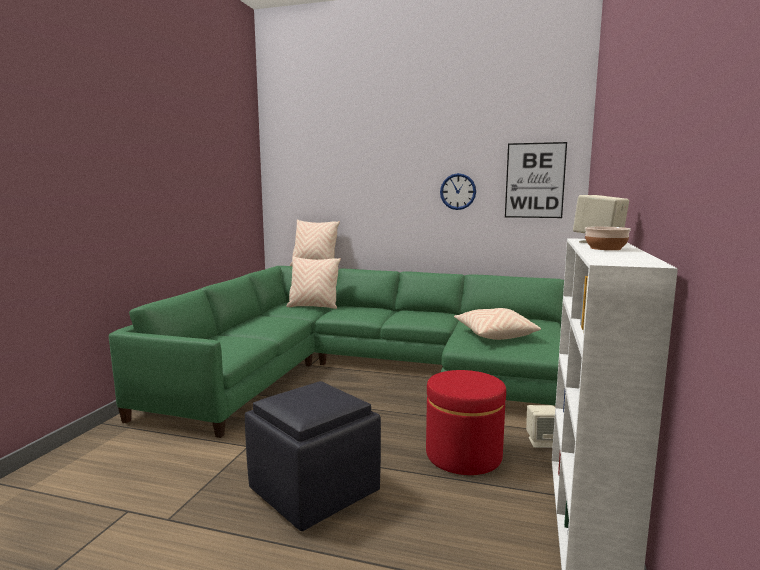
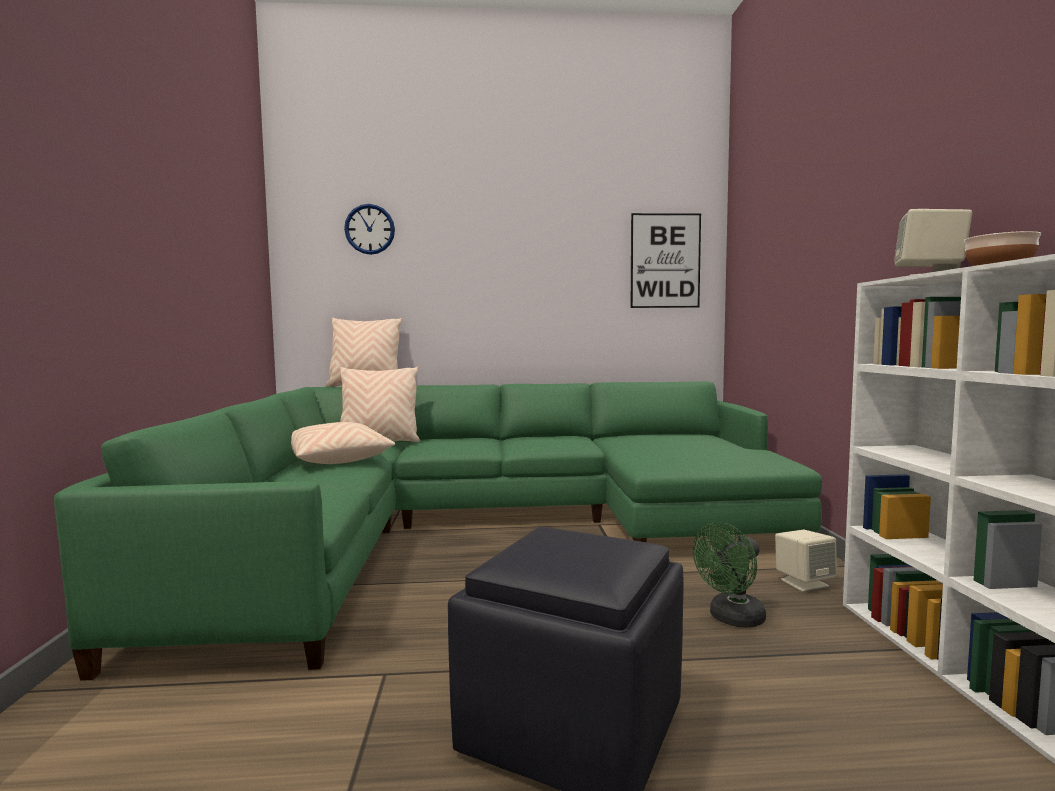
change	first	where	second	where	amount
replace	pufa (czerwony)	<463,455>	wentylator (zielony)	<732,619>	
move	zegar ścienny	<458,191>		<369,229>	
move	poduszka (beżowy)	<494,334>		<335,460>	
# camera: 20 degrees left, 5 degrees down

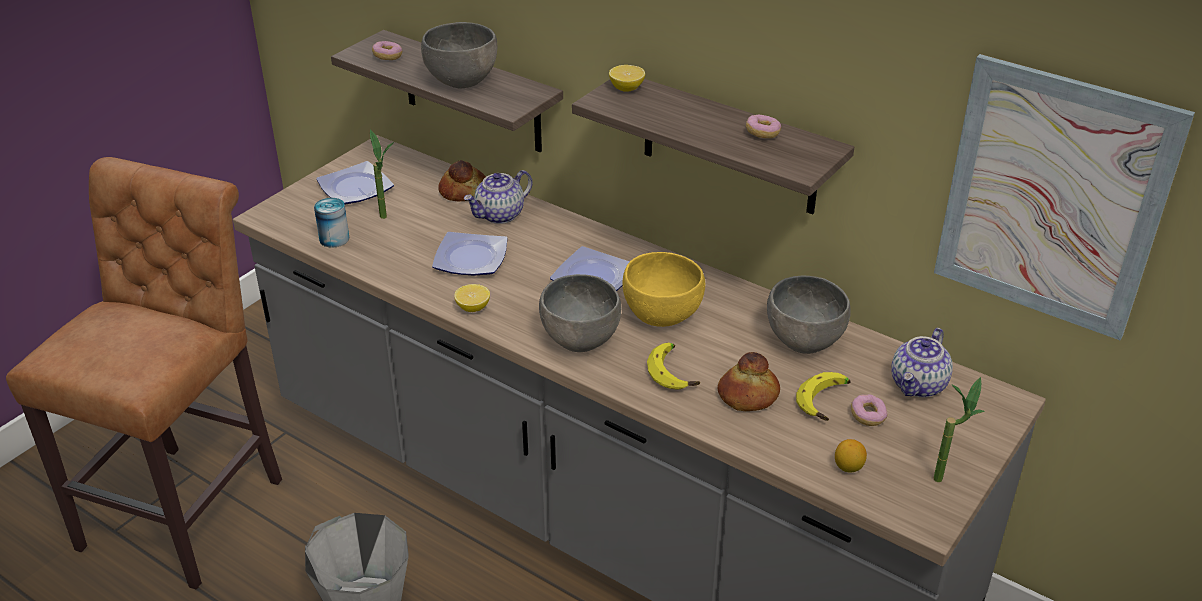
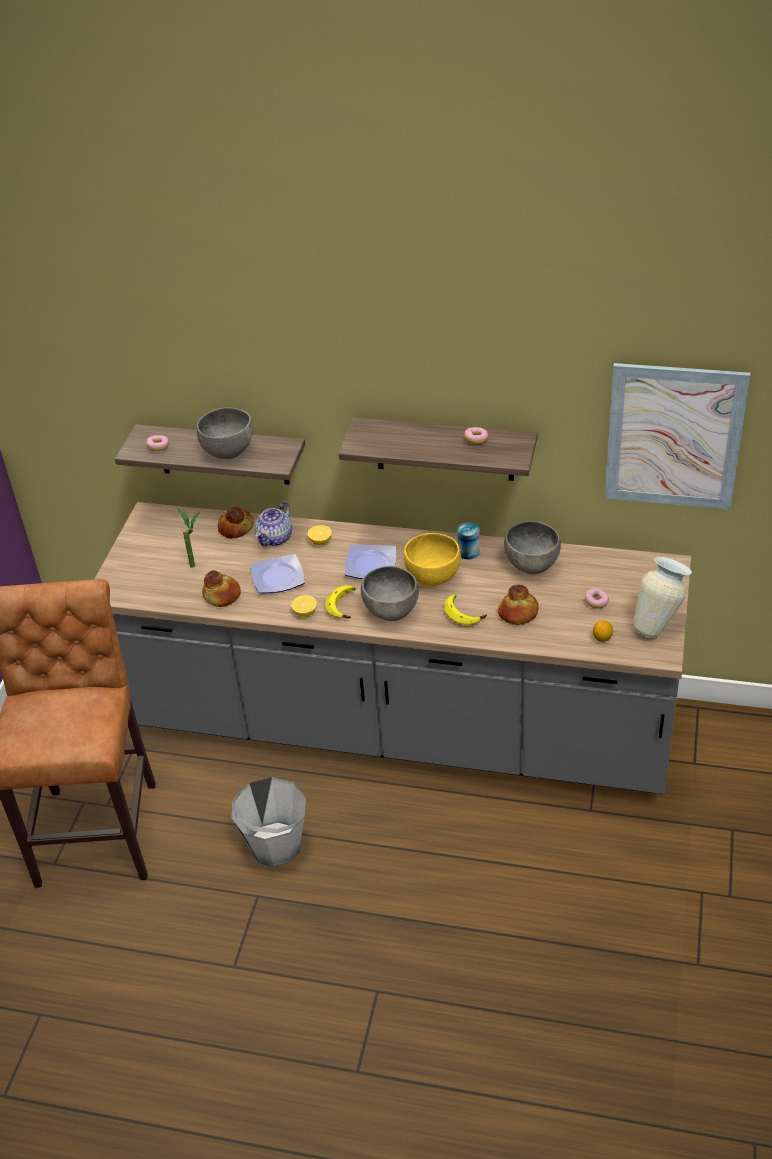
change	first	where	second	where	amount
move	puszka	<334,239>		<468,552>	
delete	talerz	<354,188>			
move	cytryna	<626,88>		<320,541>	
move	banan	<826,402>		<345,606>	
delete	imbryk	<919,385>			
replace	roślina doniczkowa	<946,476>	wazon	<659,624>	
insert			chleb	<222,595>	
# camera: 20 degrees left, 5 degrees up

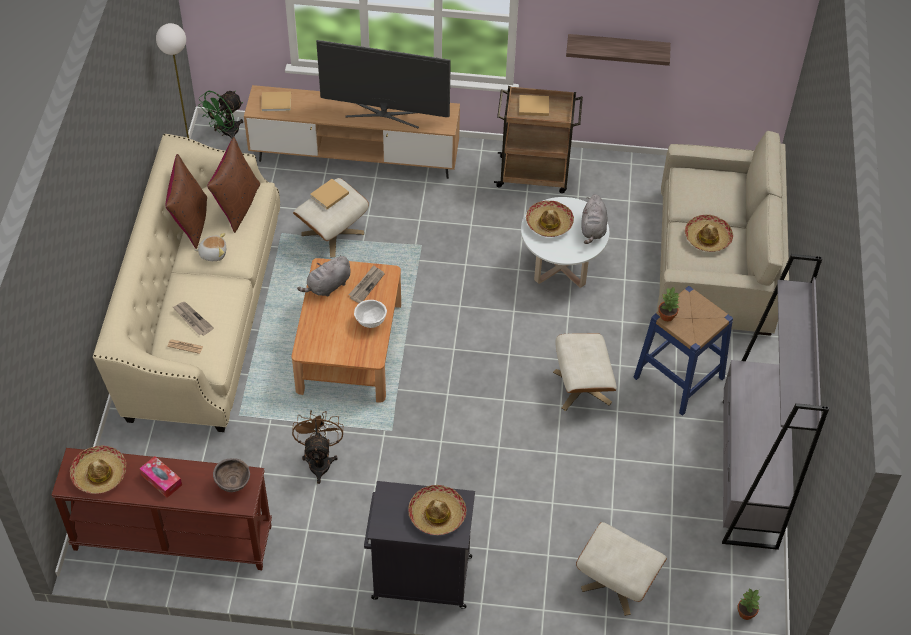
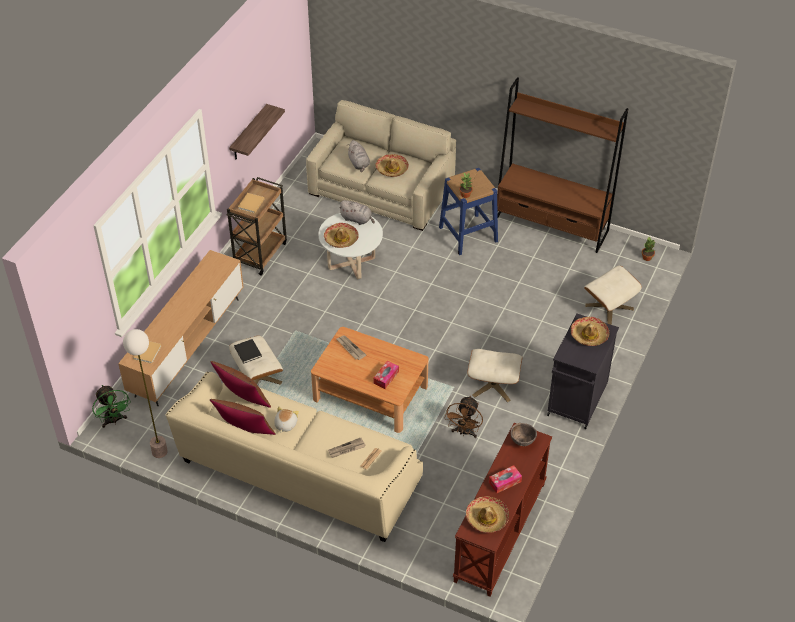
change	first	where	second	where	amount
rotate	wentylator (brązowy)	<319,461>		<464,432>	90 degrees counterclockwise
move	pluszak (szary)	<328,286>		<359,164>	
recolor	książka (beżowy)	<328,195>	książka (czarny)	<248,352>	
delete	telewizor	<384,114>			
delete	miska (biały)	<370,322>			
move	pufa (beżowy)	<581,387>		<493,385>	
recolor	regał (szary)	<749,473>	regał (brązowy)	<551,226>	
insert			pudełko chusteczek	<386,377>	
# camera: 70 degrees left, 5 degrees down

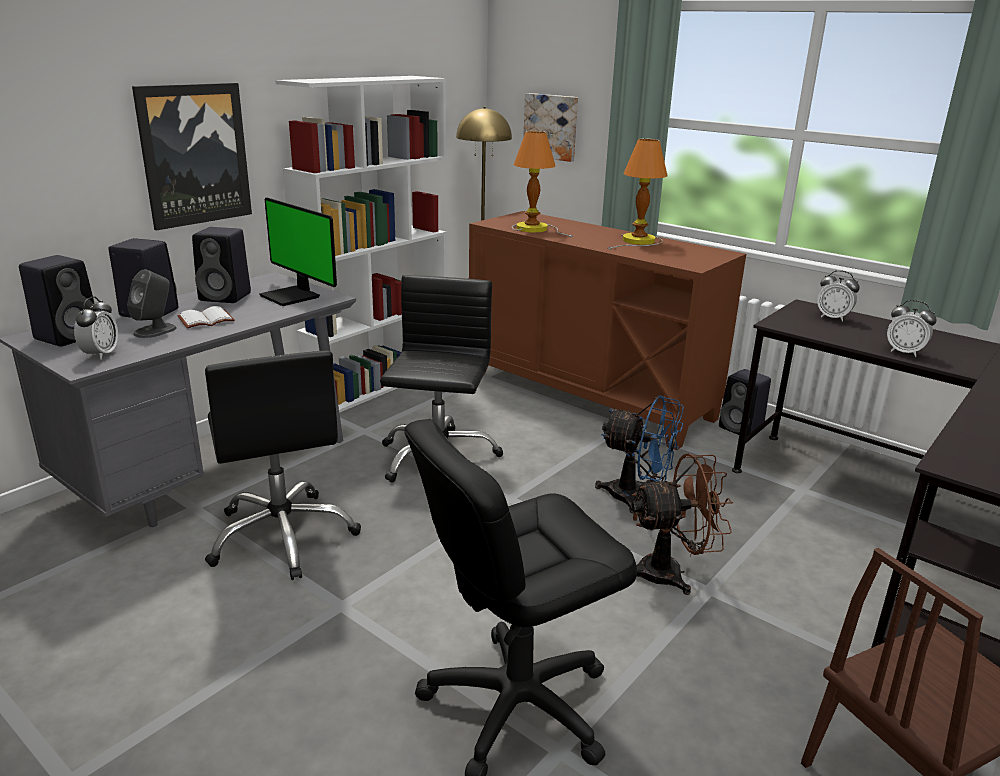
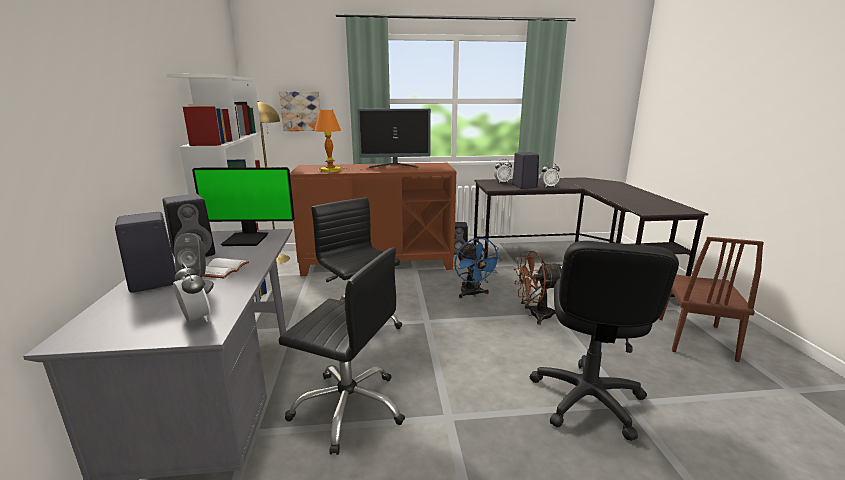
change	first	where	second	where	amount
move	głośnik (czarny)	<69,336>		<523,186>	
delete	obraz	<194,155>			
rotate	wentylator (niebieski)	<636,497>		<472,294>	90 degrees clockwise
replace	lampa stołowa	<638,241>	monitor	<395,166>	
rotate	wentylator (brązowy)	<671,573>		<535,315>	135 degrees counterclockwise
# camera: 45 degrees left, 5 degrees down

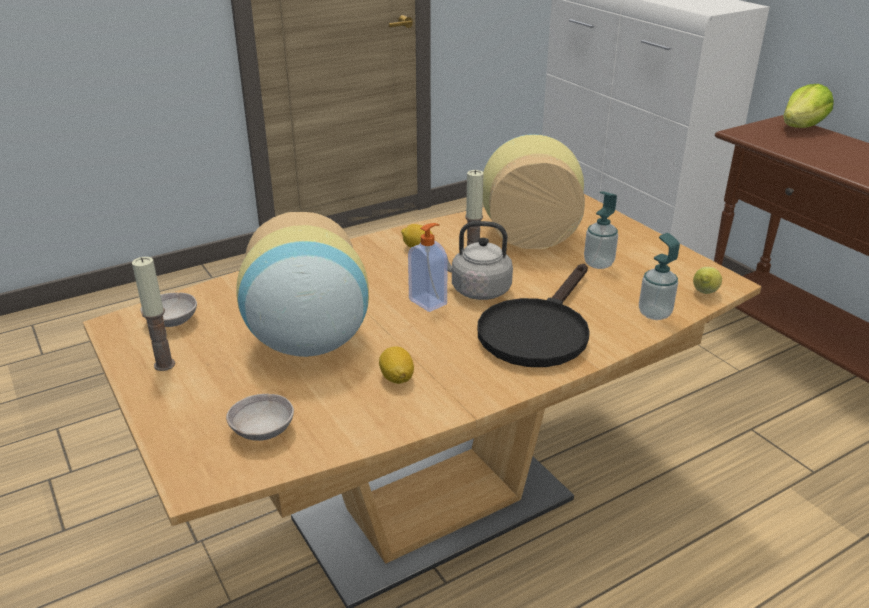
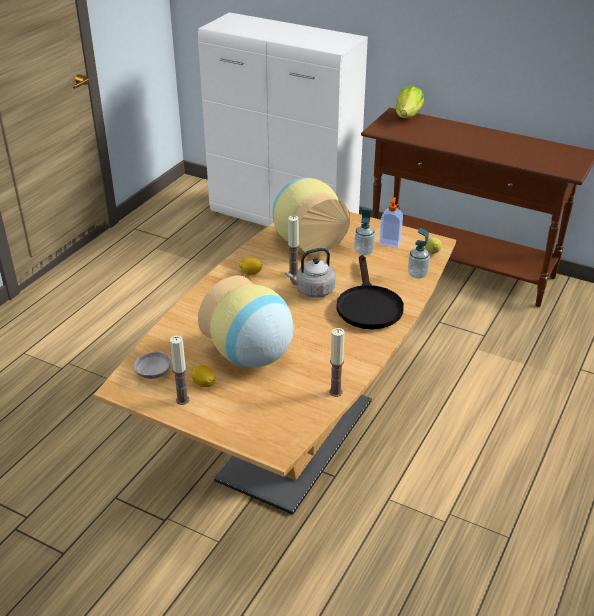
change	first	where	second	where	amount
delete	miska (szary)	<262,431>			
move	cytryna	<397,378>		<204,384>	
move	dozownik mydła	<428,302>		<390,242>	
insert			świeca	<335,392>	
# camera: 30 degrees left, 5 degrees up

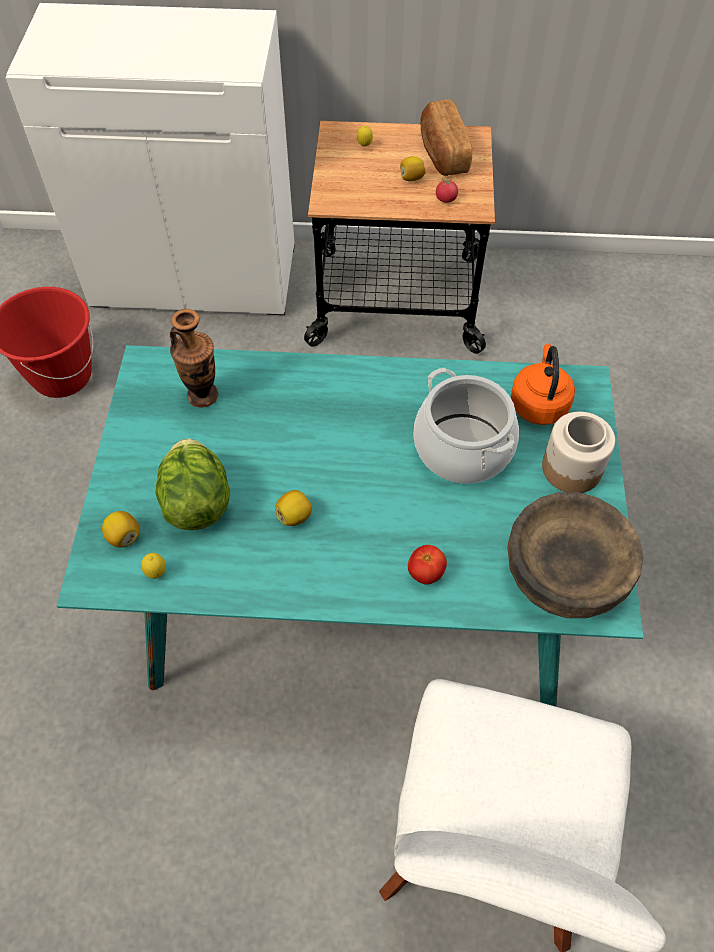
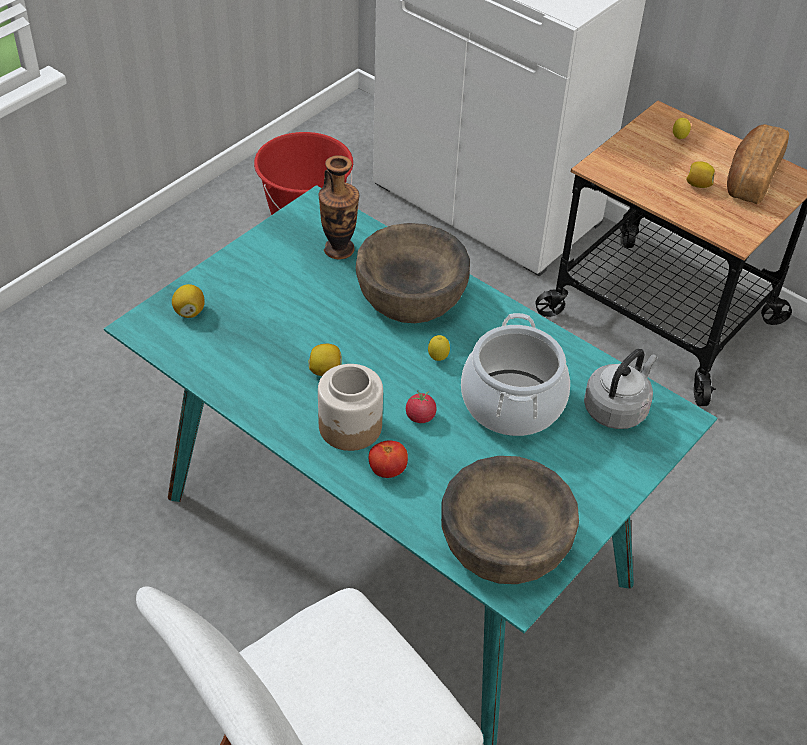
change	first	where	second	where	amount
move	cytryna	<157,573>		<438,359>	
delete	sałata	<197,502>			
move	pomidor	<446,199>		<420,416>	
recolor	czajnik (pomarańczowy)	<538,403>	czajnik (szary)	<617,408>	
move	słoik	<572,469>		<350,427>	
insert			miska (brązowy)	<411,295>	
# camera: 35 degrees right, 10 degrees down

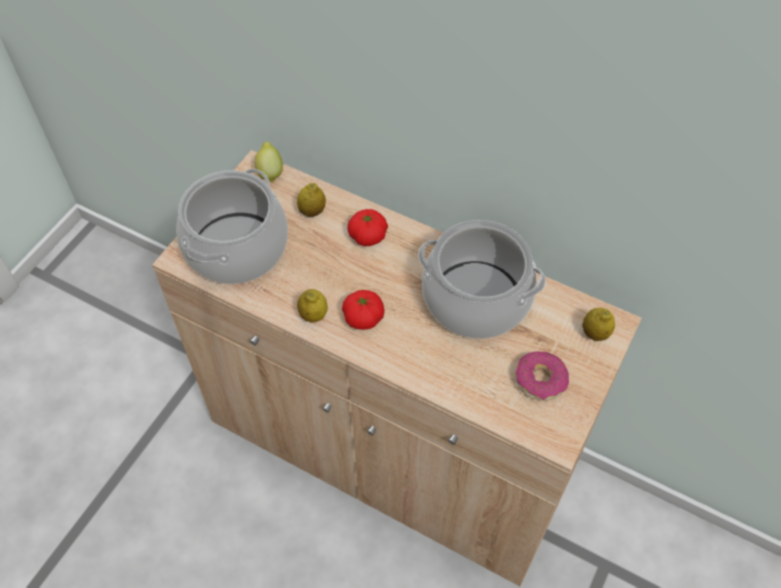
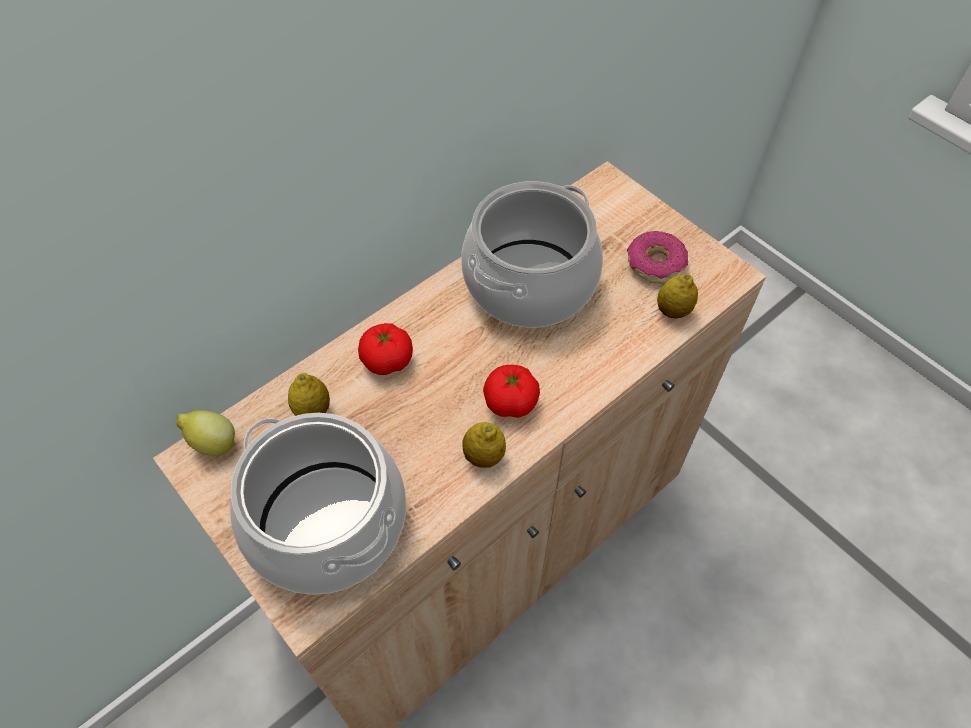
change	first	where	second	where	amount
move	cytryna	<595,333>		<673,311>	
# camera: 70 degrees left, 0 degrees up

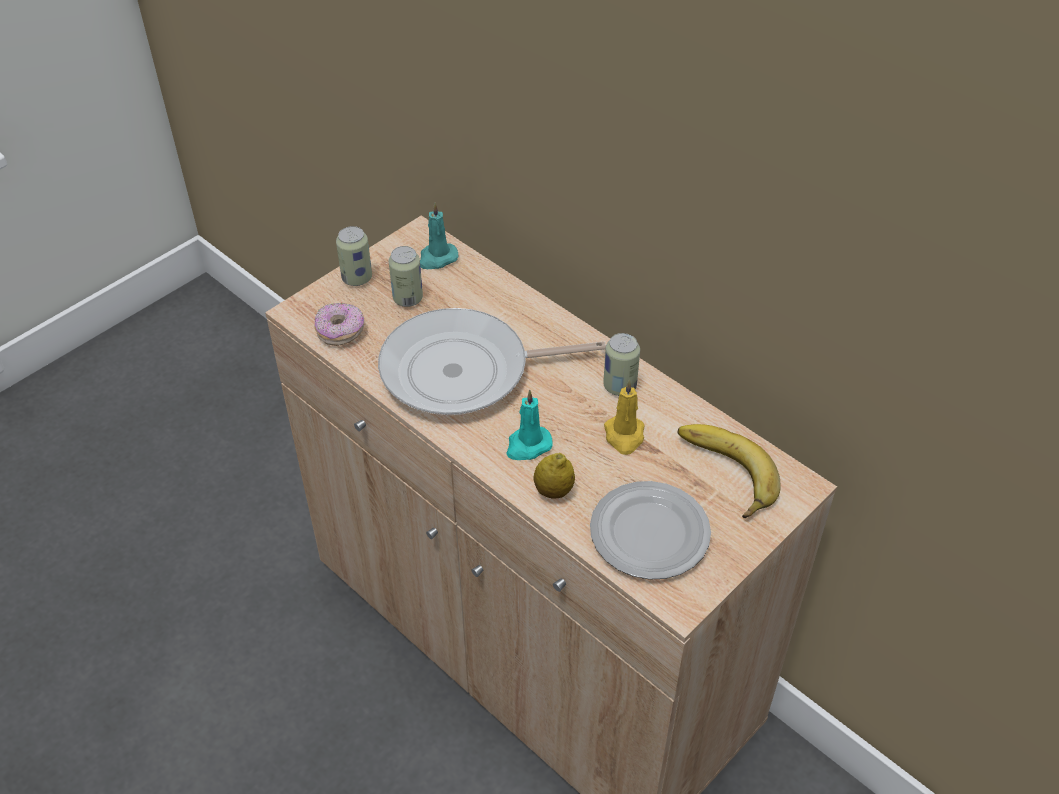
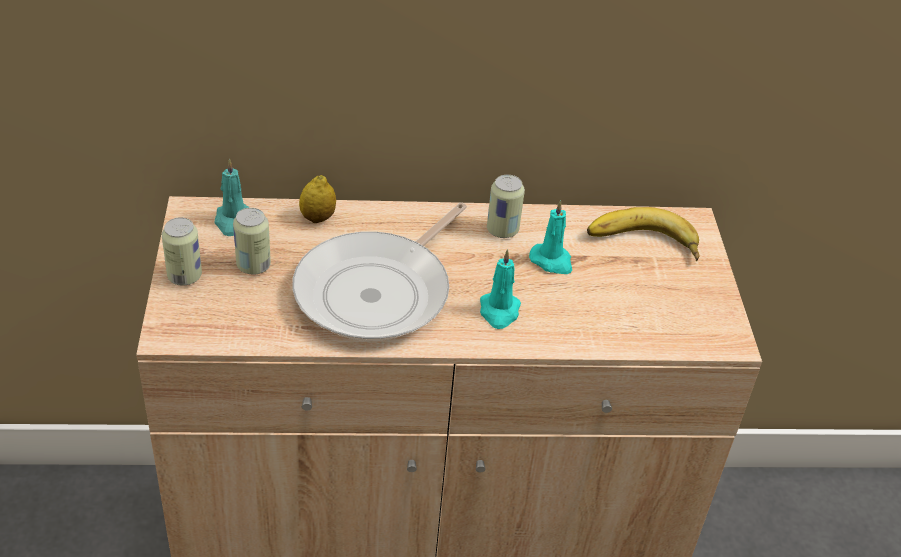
change	first	where	second	where	amount
delete	donut	<340,332>			
move	cytryna	<553,491>		<317,218>	
delete	talerz	<648,533>			
recolor	świeca (żółty)	<624,436>	świeca (turkusowy)	<552,261>	
# camera: 50 degrees left, 5 degrees down

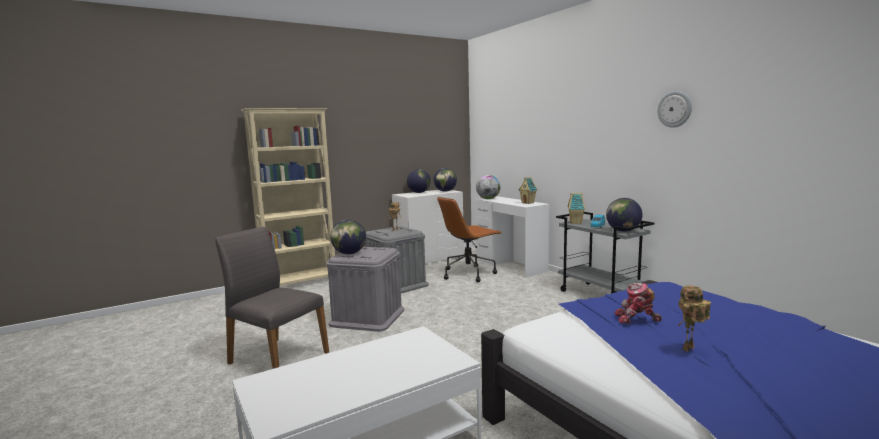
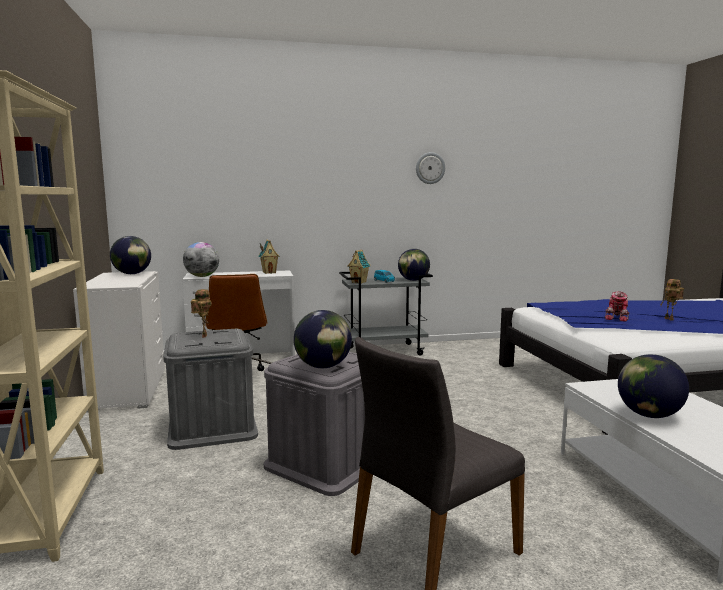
change	first	where	second	where	amount
move	globus	<419,192>		<648,415>	
# camera: 70 degrees left, 0 degrees up

